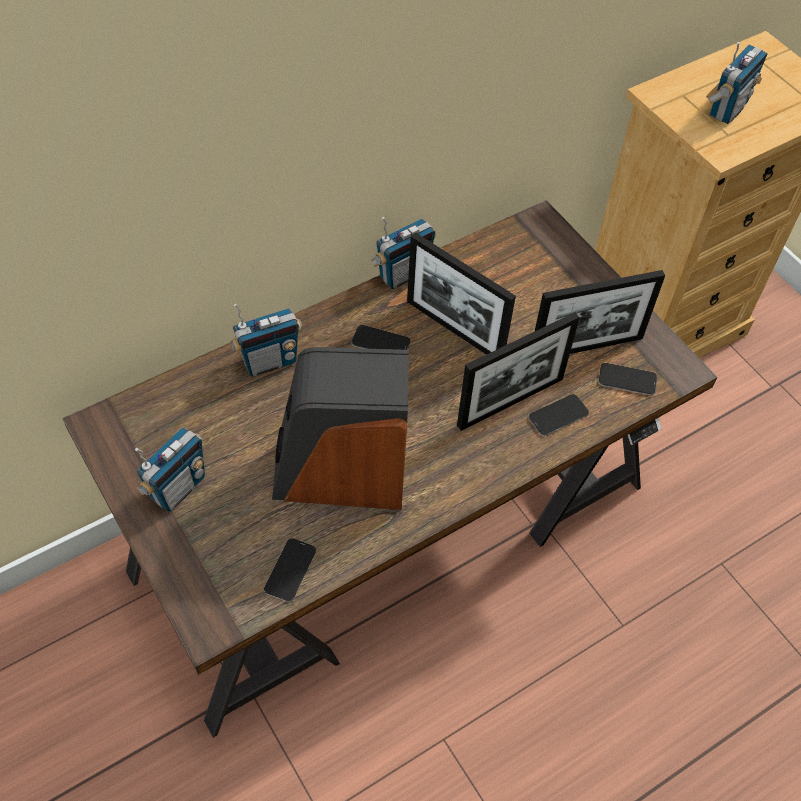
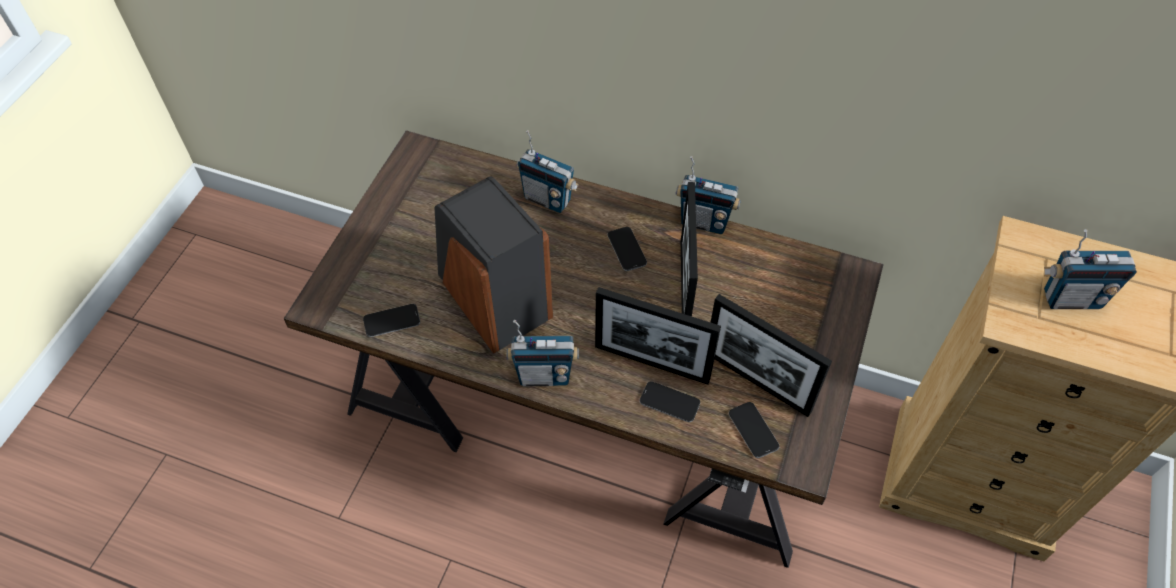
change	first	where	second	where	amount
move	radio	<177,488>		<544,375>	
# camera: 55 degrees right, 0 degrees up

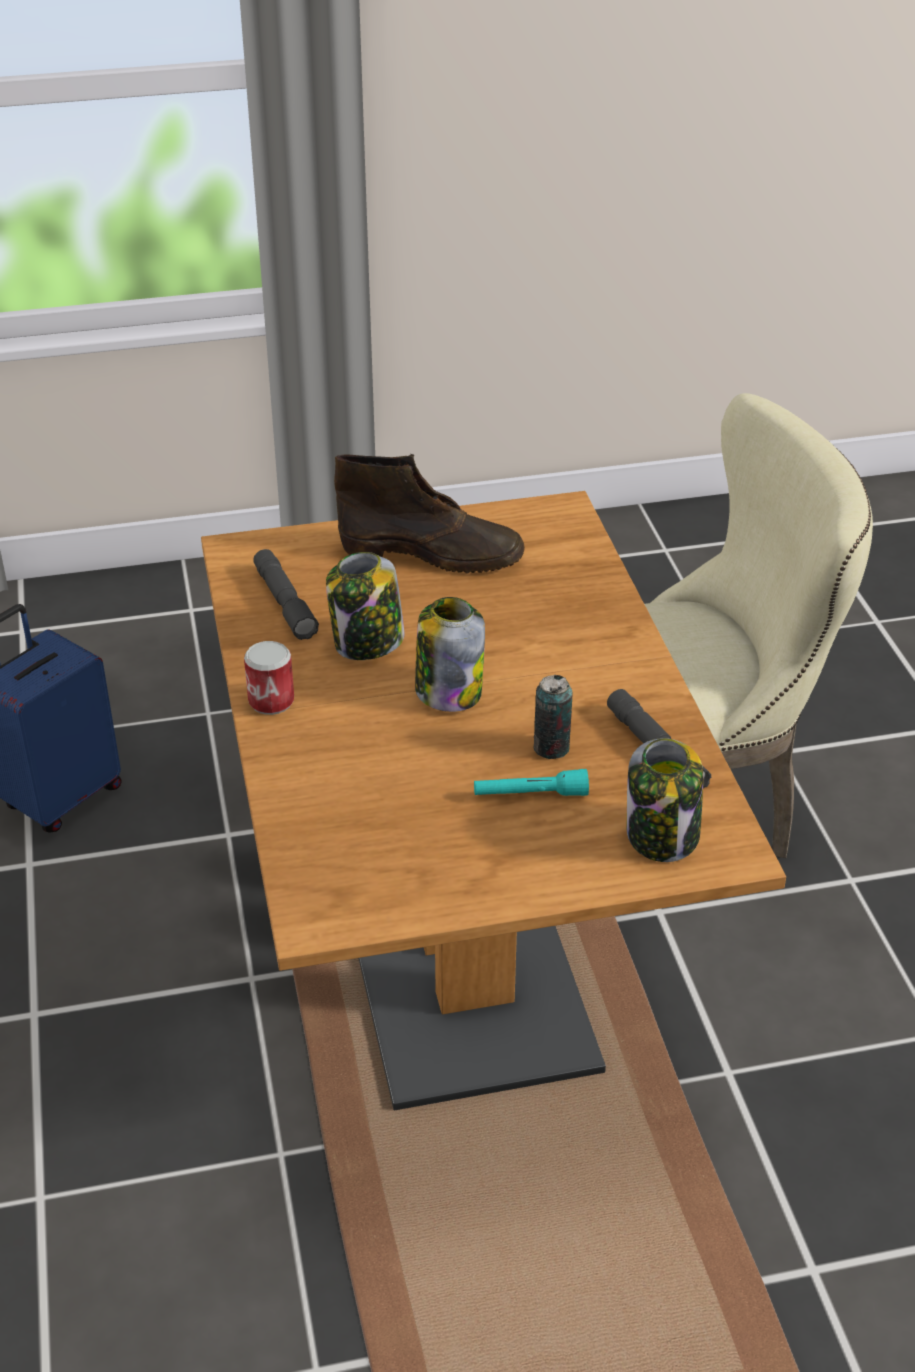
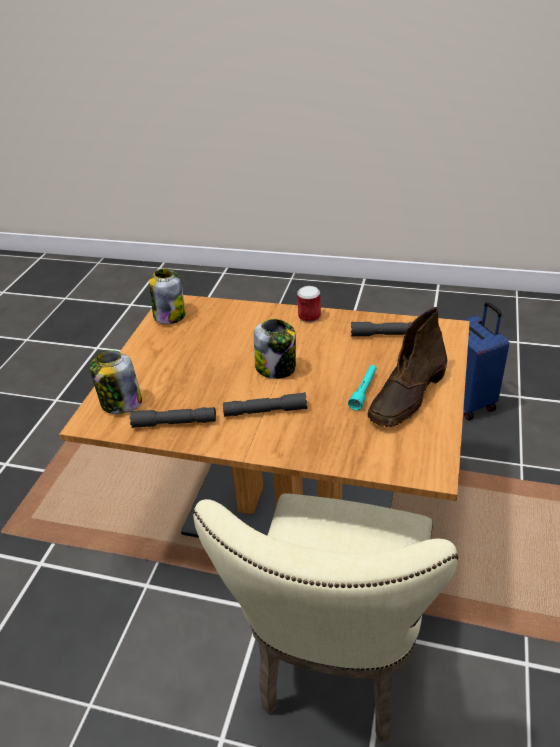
change	first	where	second	where	amount
move	słoik	<367,643>		<169,315>	
move	latarka (turkusowy)	<530,795>		<364,391>	
delete	puszka	<551,748>			
insert			latarka (szary)	<265,411>	
# camera: 120 degrees right, 0 degrees up

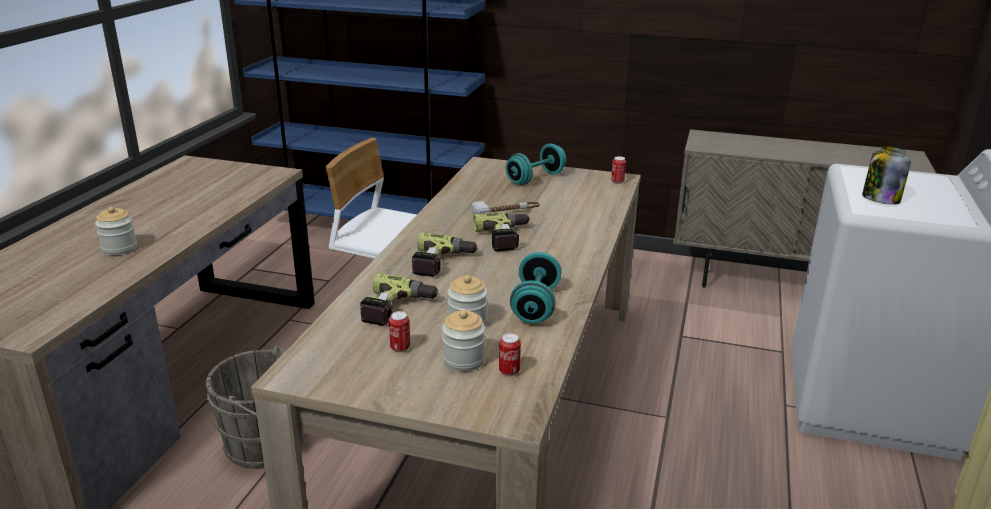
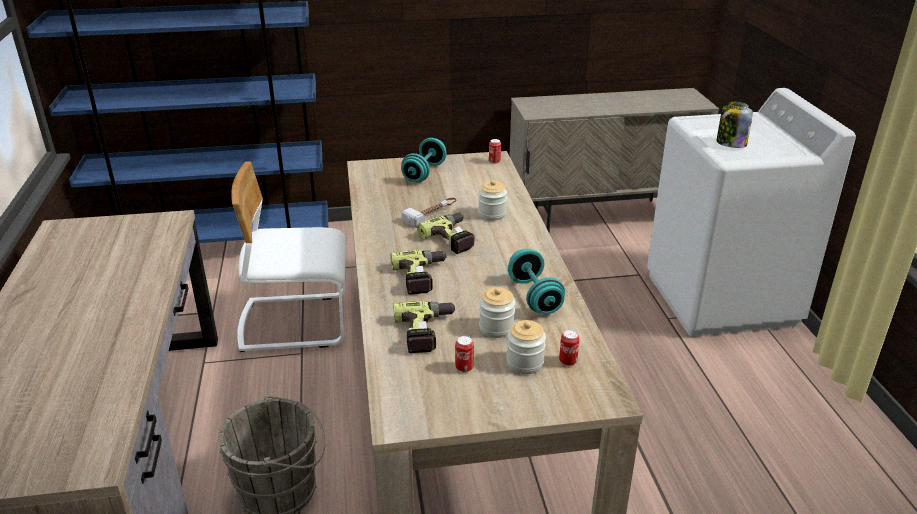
change	first	where	second	where	amount
move	słoik	<119,248>		<492,214>	
# camera: 25 degrees left, 5 degrees up

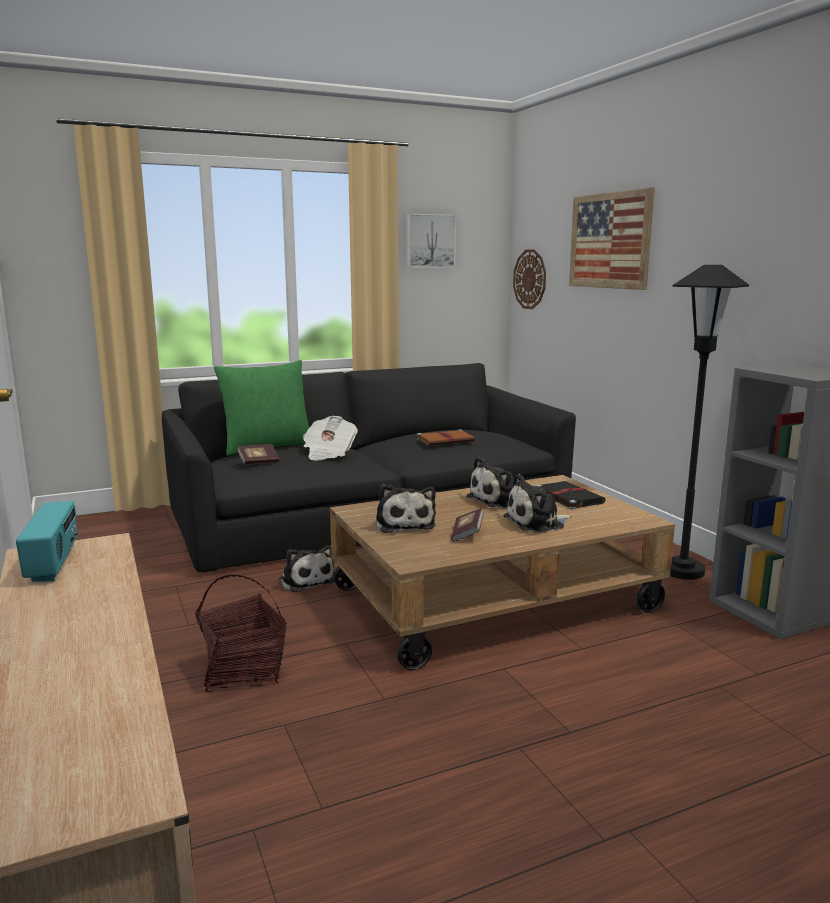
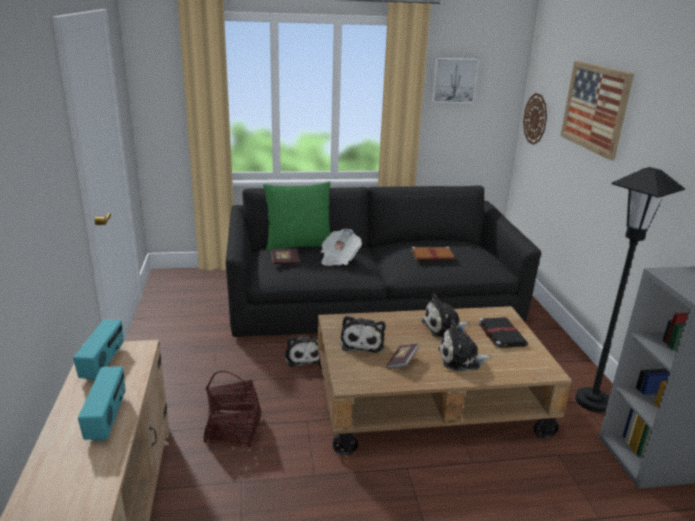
change	first	where	second	where	amount
insert			radio	<107,418>	
# camera: 15 degrees right, 10 degrees up

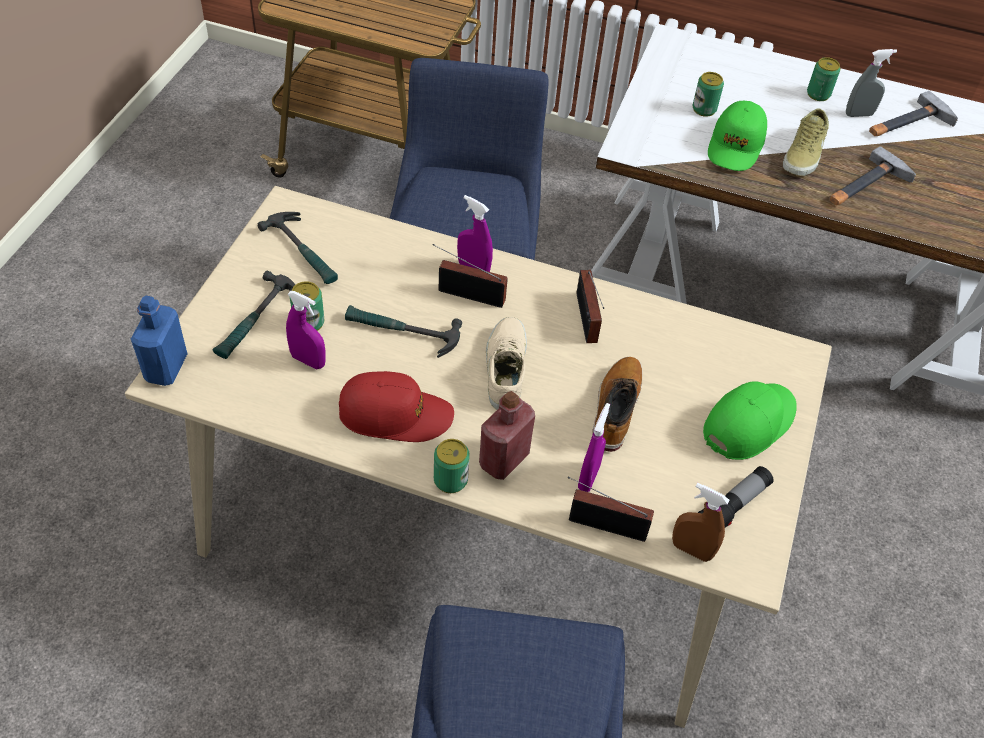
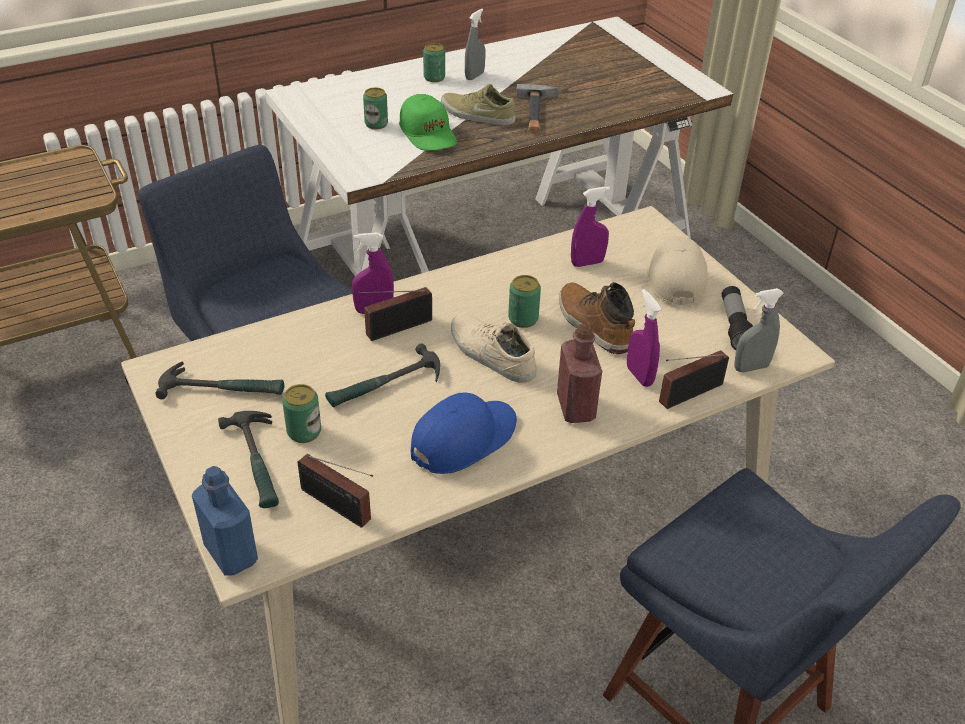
change	first	where	second	where	amount
move	spryskiwacz (fioletowy)	<308,361>		<587,263>	
recolor	czapka z daszkiem (czerwony)	<395,414>	czapka z daszkiem (niebieski)	<463,439>	
move	puszka	<450,480>		<523,319>	
move	radio	<586,321>		<338,507>	
recolor	spryskiwacz (brązowy)	<691,550>	spryskiwacz (szary)	<751,367>	
recolor	czapka z daszkiem (zielony)	<748,423>	czapka z daszkiem (beżowy)	<674,277>	
rotate	but (beżowy)	<804,154>		<477,115>	135 degrees clockwise
delete	młotek	<908,124>			
# camera: 45 degrees left, 10 degrees down

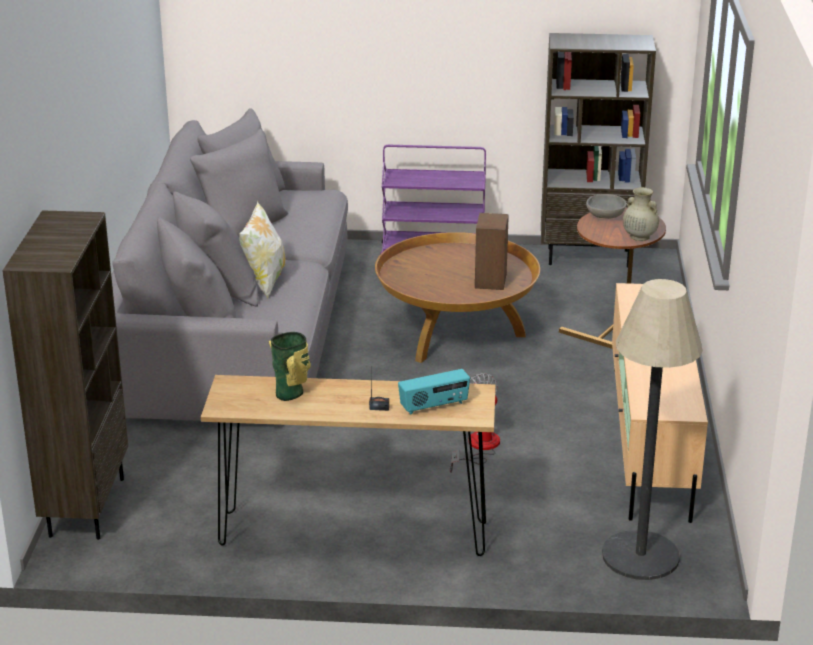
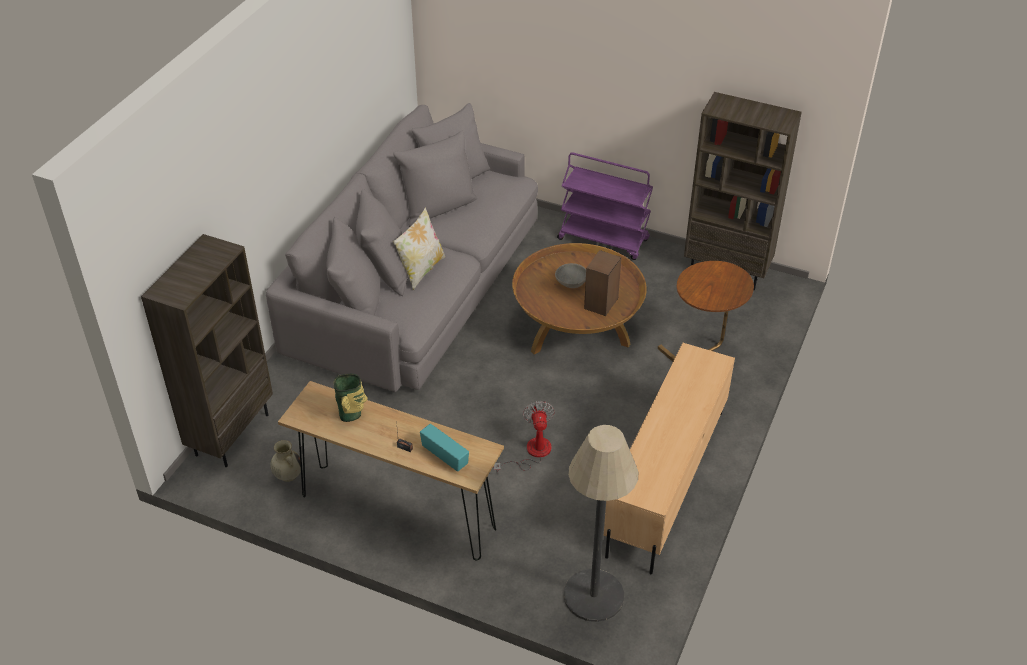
change	first	where	second	where	amount
rotate	radio	<434,406>		<445,456>	135 degrees counterclockwise
move	miska (szary)	<605,216>		<570,283>	
move	wazon (beżowy)	<639,236>		<288,475>	
# camera: 20 degrees right, 15 degrees up

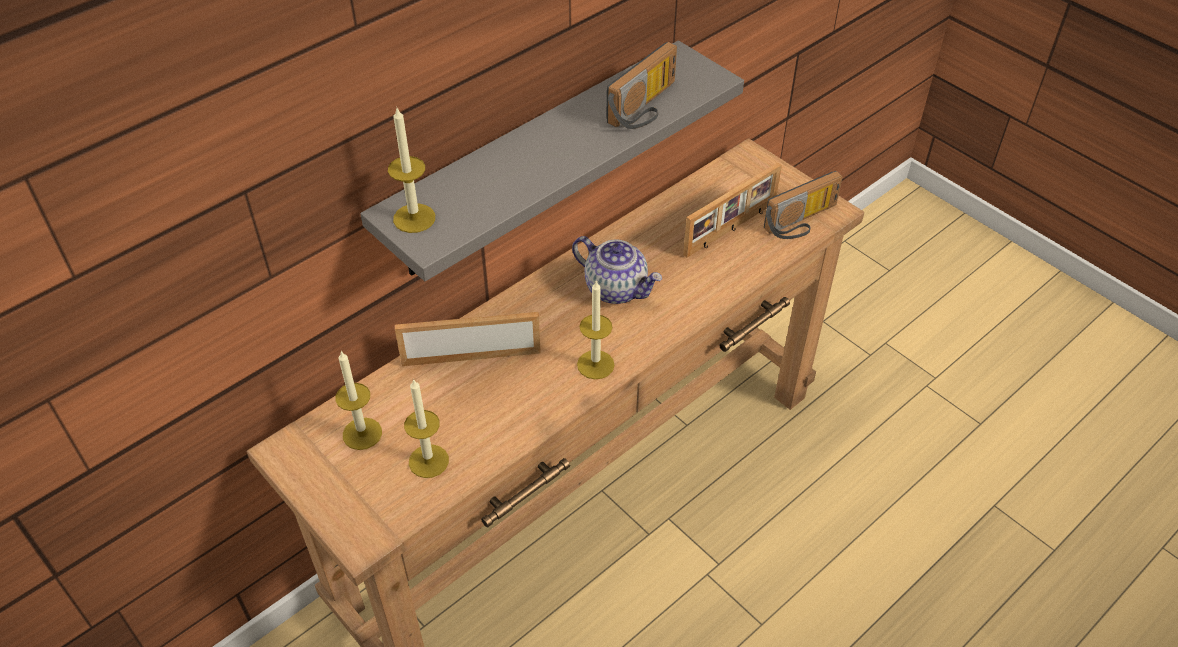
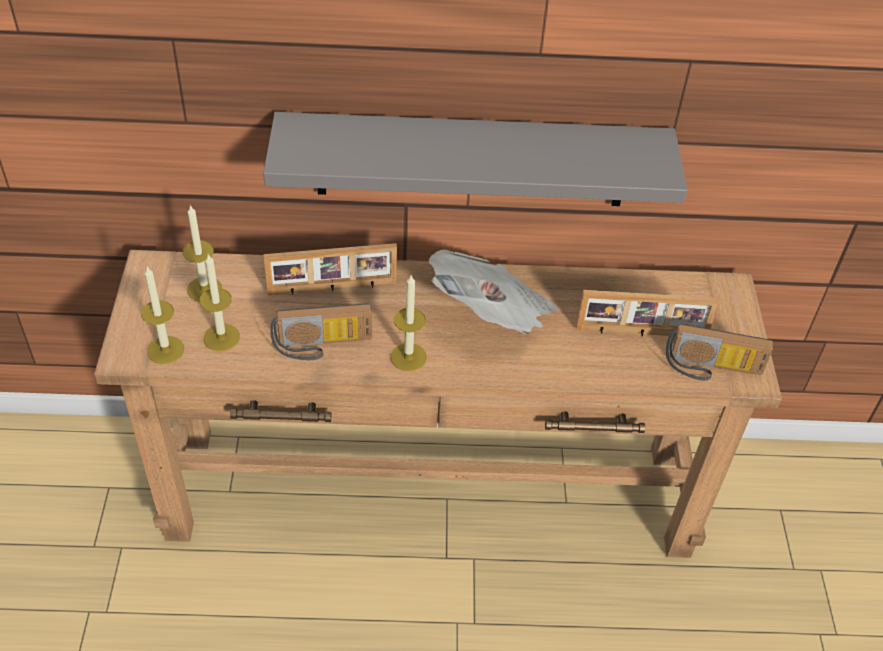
change	first	where	second	where	amount
move	świeca	<414,218>		<165,350>	
rotate	ramka na zdjęcie	<471,355>		<332,289>	135 degrees clockwise
replace	imbryk	<616,288>	gazeta	<492,315>	
move	radio	<646,107>		<322,346>	
# camera: 40 degrees right, 0 degrees up

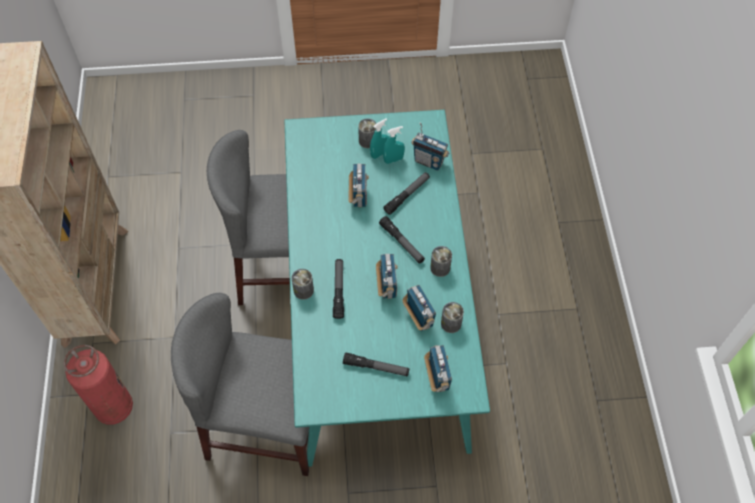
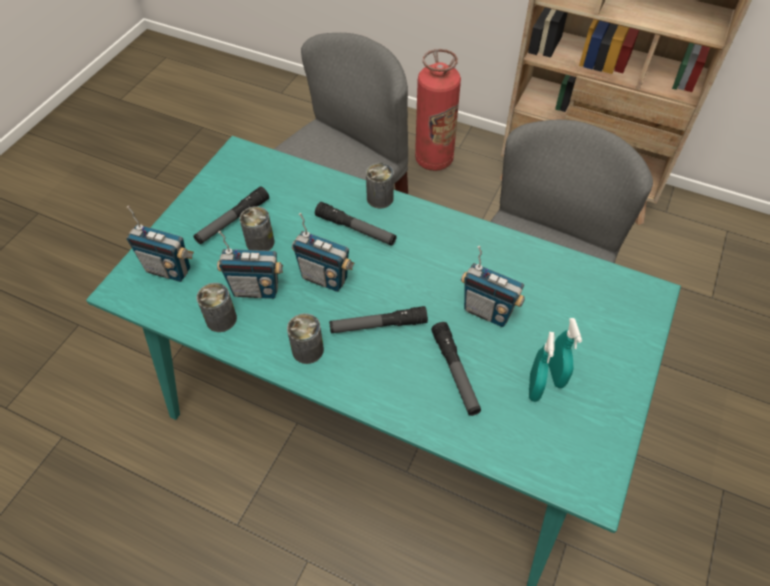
change	first	where	second	where	amount
move	puszka	<367,141>		<260,242>	
delete	radio	<429,161>			
# camera: 120 degrees right, 5 degrees down

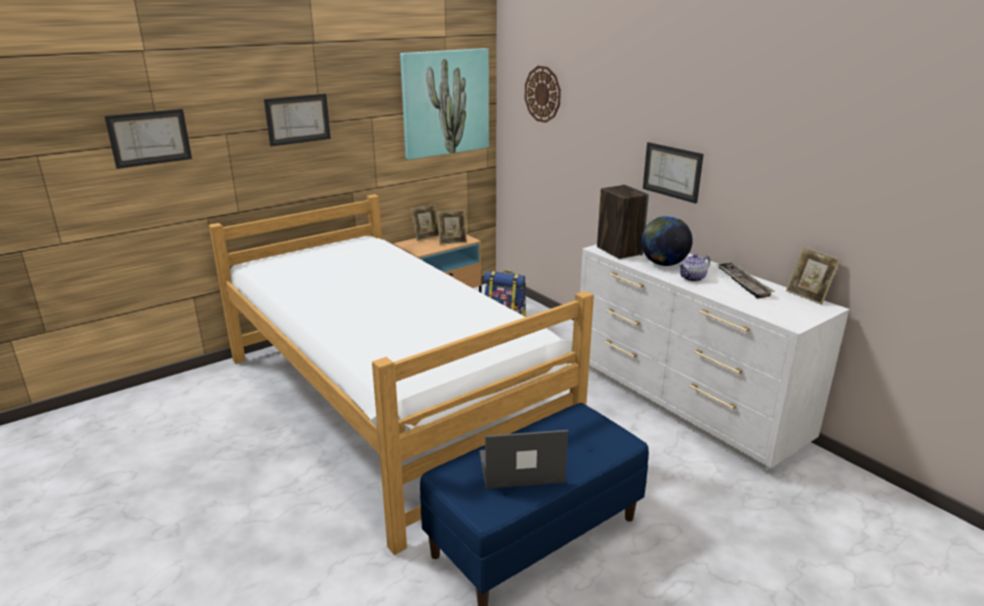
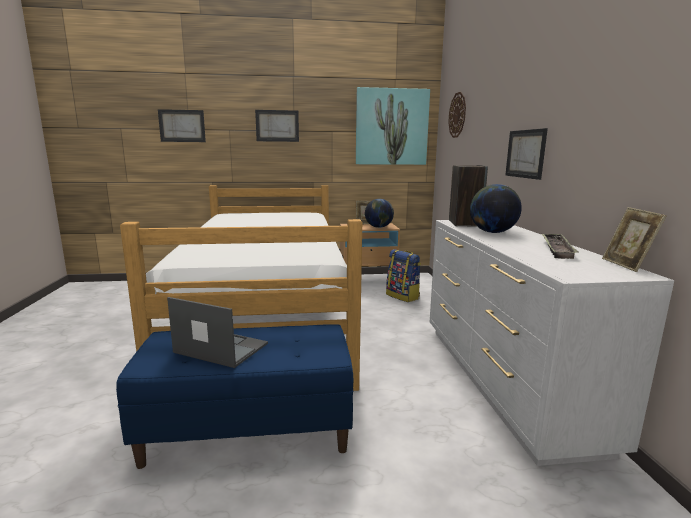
change	first	where	second	where	amount
replace	ramka na zdjęcie	<452,242>	globus	<379,227>	
delete	imbryk	<692,278>			
# camera: 30 degrees right, 10 degrees down

